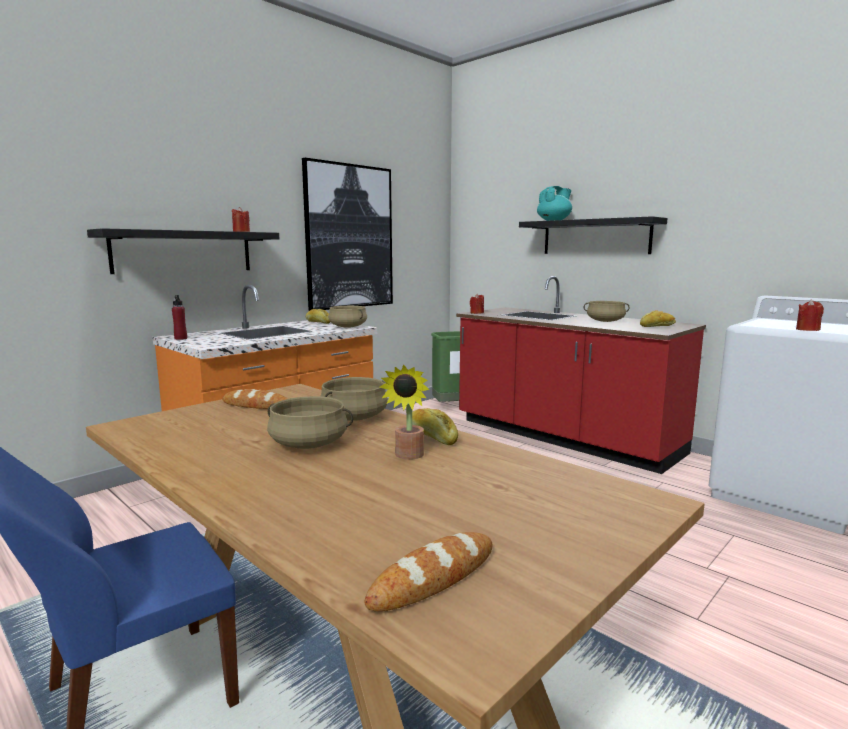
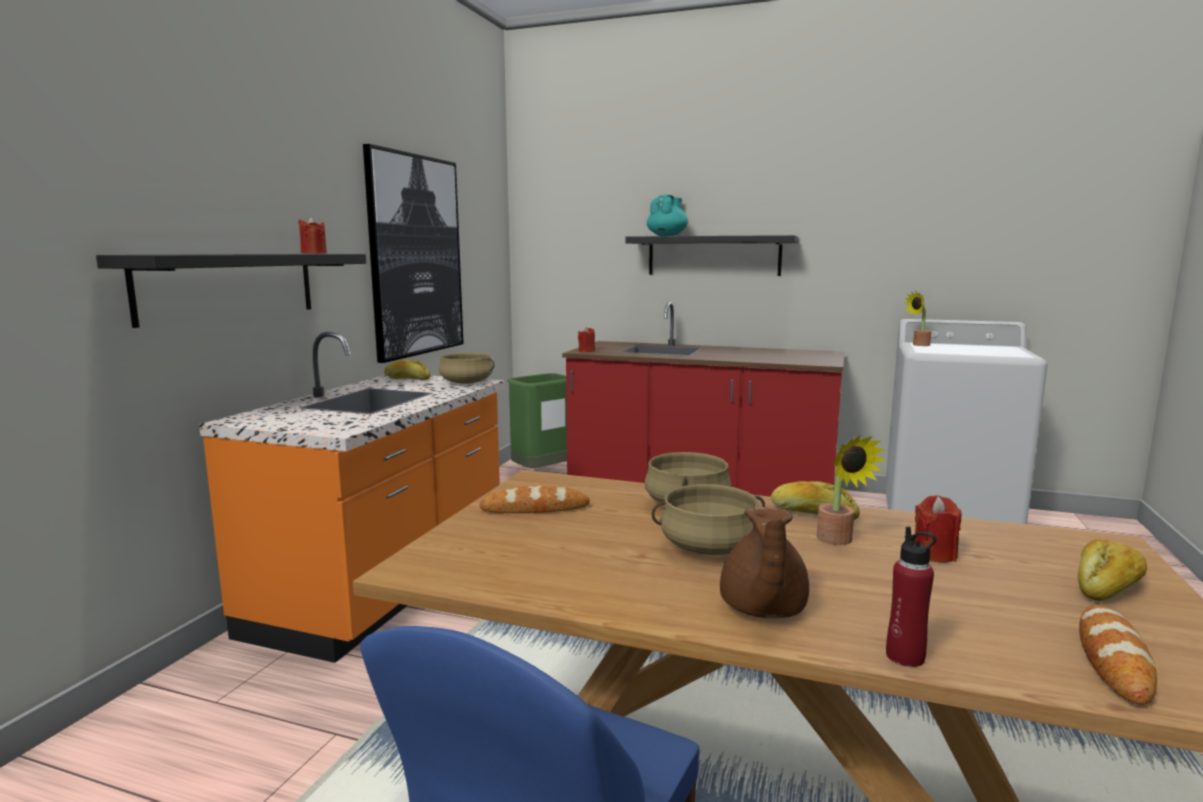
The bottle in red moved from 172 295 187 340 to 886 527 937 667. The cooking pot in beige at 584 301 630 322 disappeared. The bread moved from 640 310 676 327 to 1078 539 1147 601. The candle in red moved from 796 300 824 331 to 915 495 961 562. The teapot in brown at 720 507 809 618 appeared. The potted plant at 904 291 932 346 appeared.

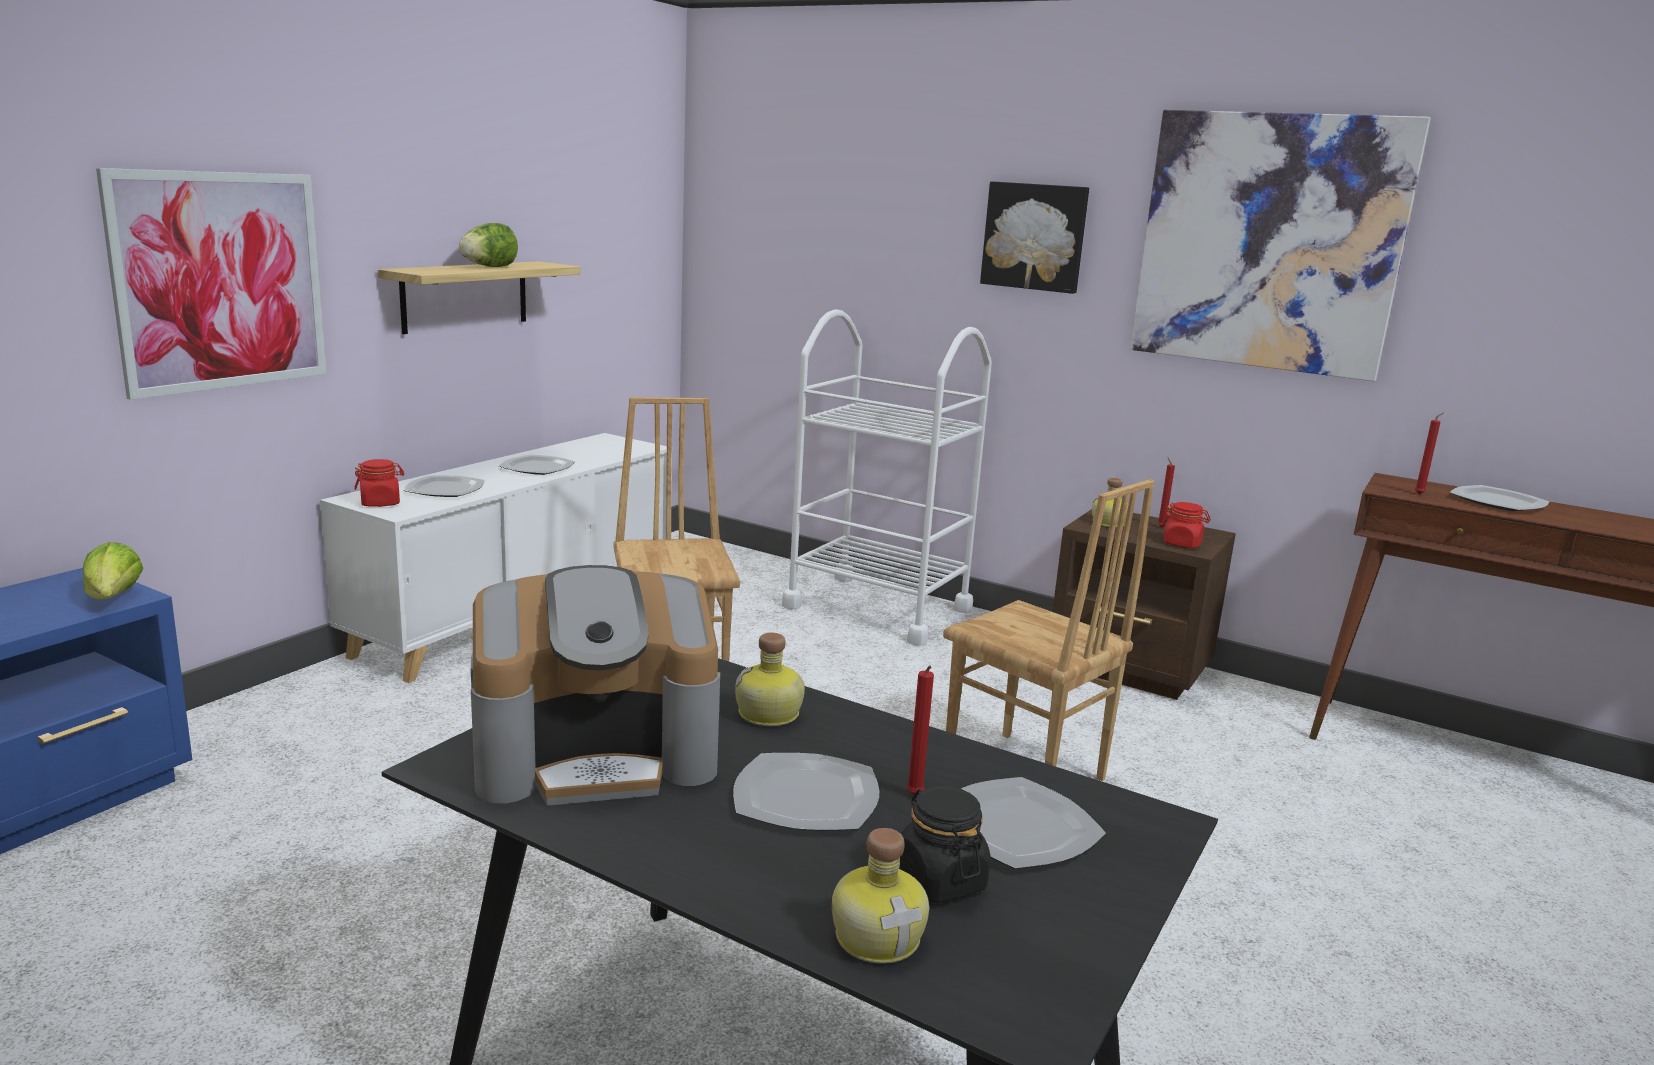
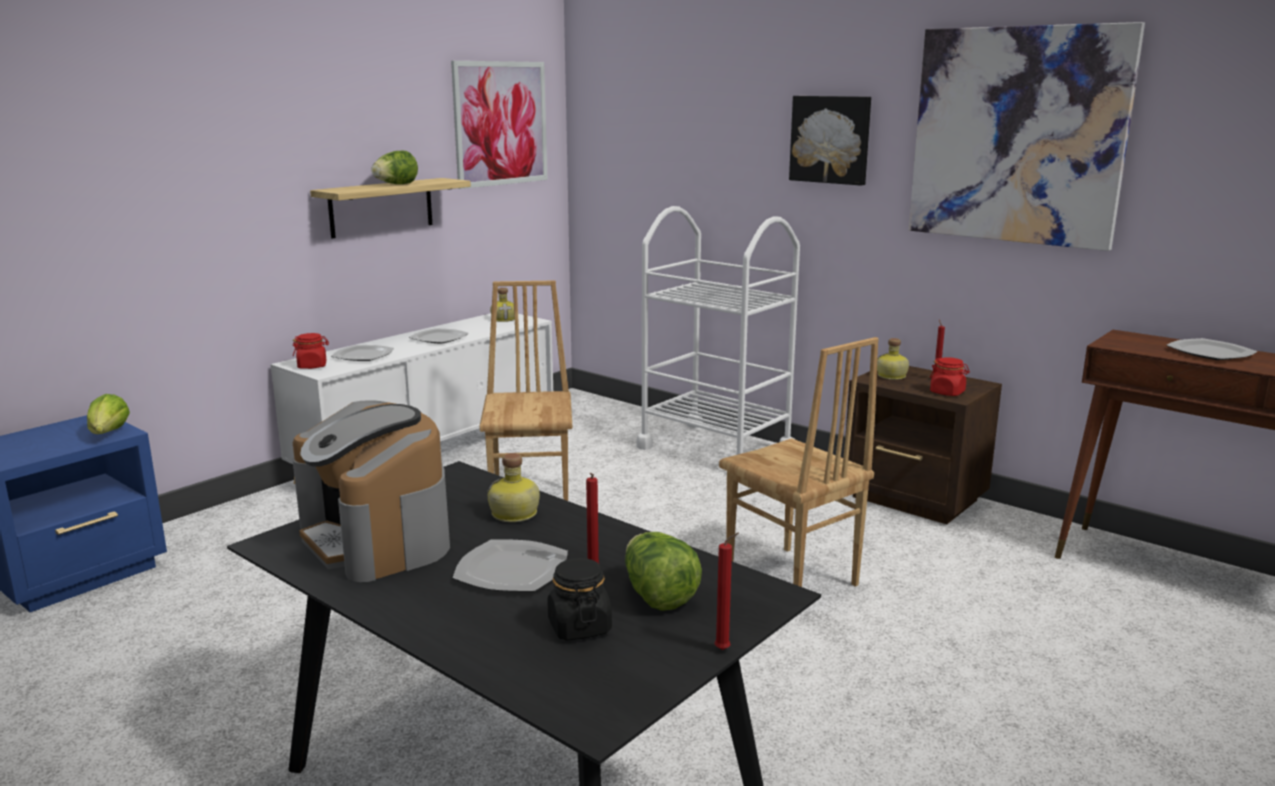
The picture moved from 96 168 326 400 to 451 61 547 189. The coffee machine at 471 565 720 806 turned 60 degrees clockwise. The bottle moved from 832 828 929 964 to 490 288 515 322. The plate at 961 777 1106 869 was replaced by the lettuce at 625 532 702 611. The candle in red moved from 1415 412 1445 494 to 715 532 739 650.

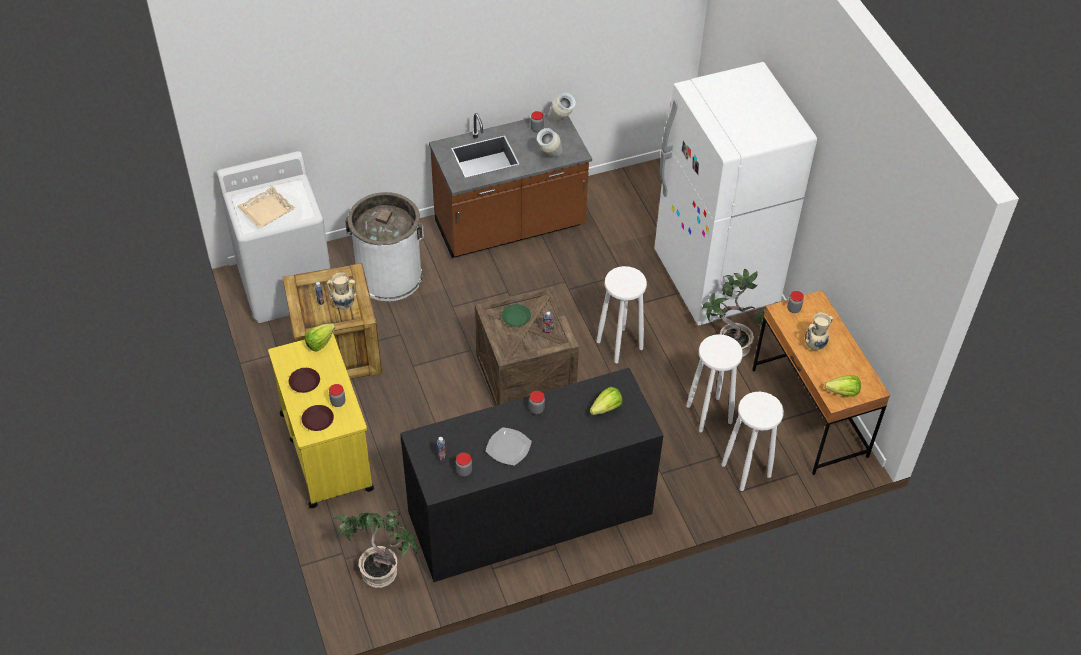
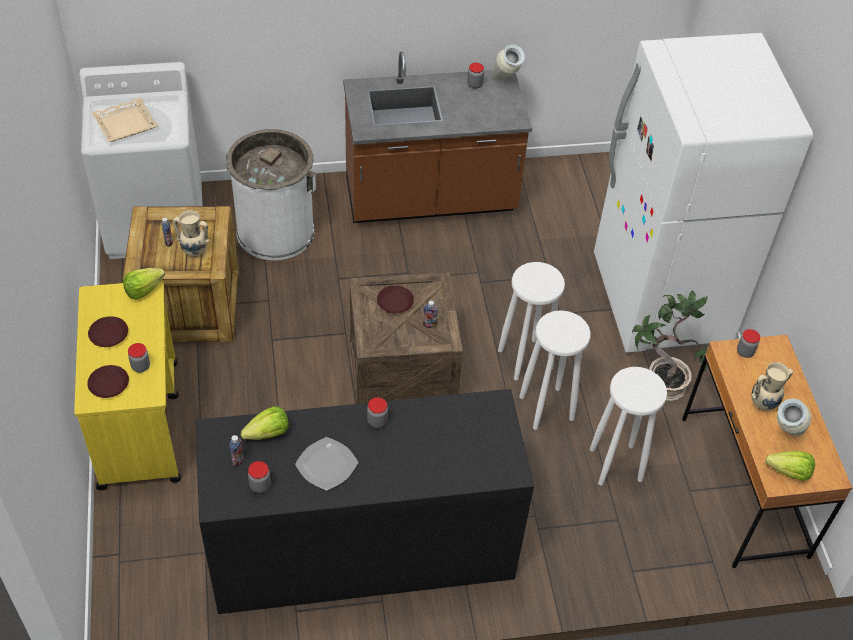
The potted plant at 332 509 418 588 disappeared. The plate in green at 502 304 531 327 became the plate in brown at 377 285 414 314. The vase moved from 537 128 563 157 to 777 398 811 436. The lettuce moved from 590 387 623 415 to 241 406 289 440. The stool in white moved from 721 392 784 491 to 519 310 591 430.

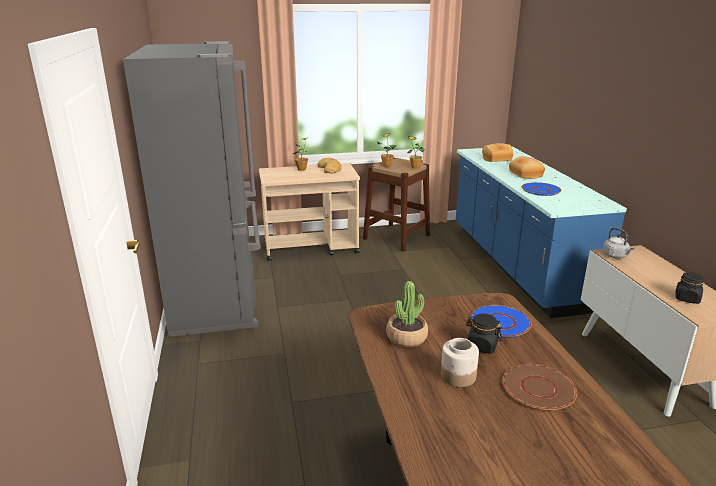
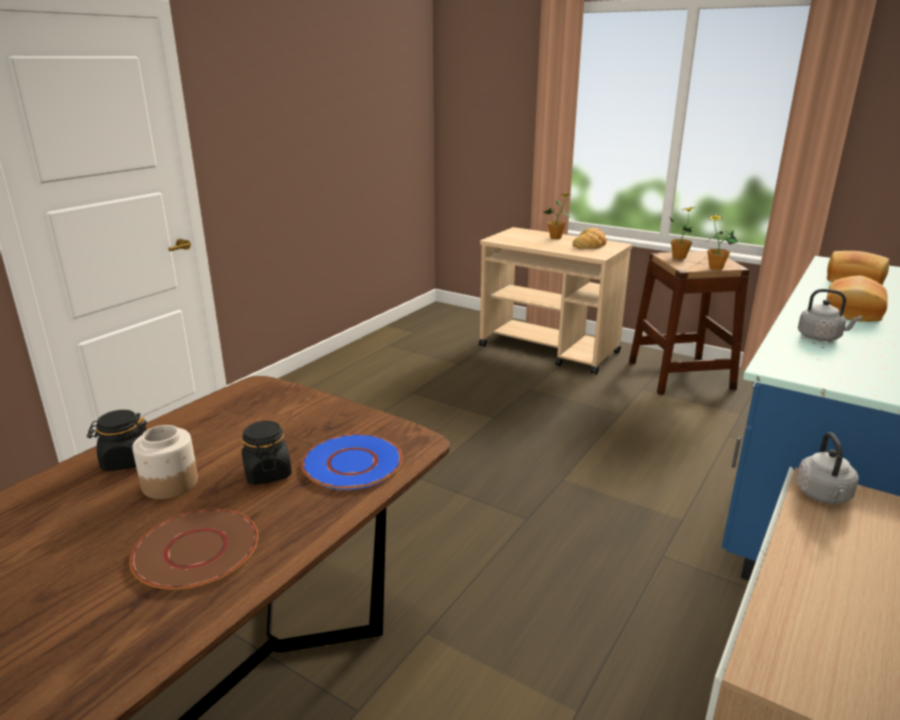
The fridge in grey at 123 41 261 337 disappeared. The potted plant at 386 281 428 347 disappeared. The plate in blue at 522 182 561 196 was replaced by the kettle in grey at 798 289 862 341. The jar in black moved from 675 272 704 304 to 87 410 147 471.

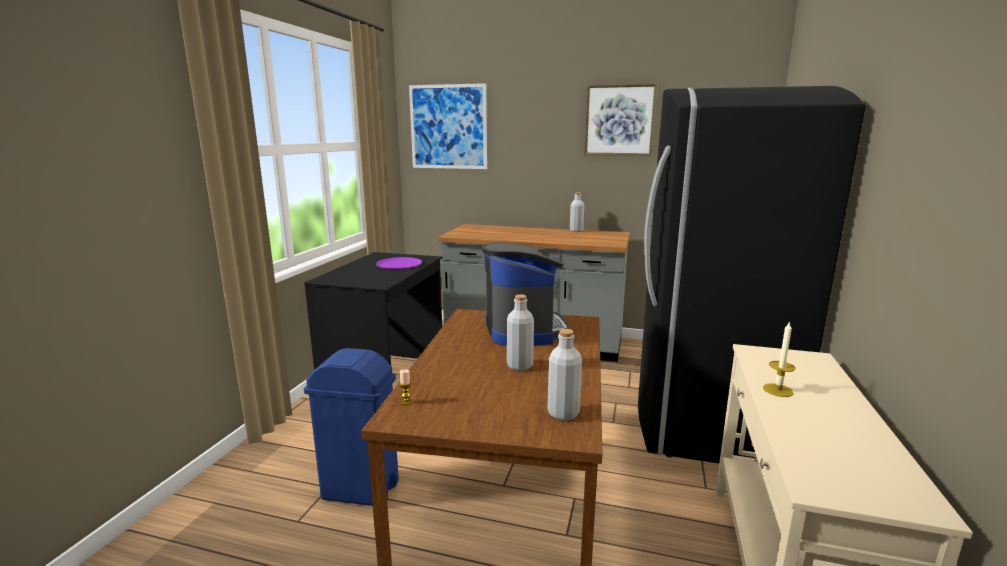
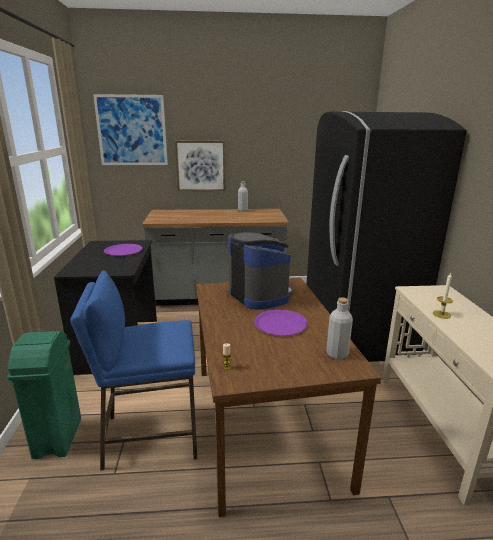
The trash can in blue at 304 348 399 506 was replaced by the stool in blue at 70 271 197 471. The bottle in grey at 507 294 534 371 was replaced by the plate in purple at 254 310 308 336. The picture moved from 584 84 657 156 to 175 141 225 191. The trash can in green at 7 331 81 459 appeared.

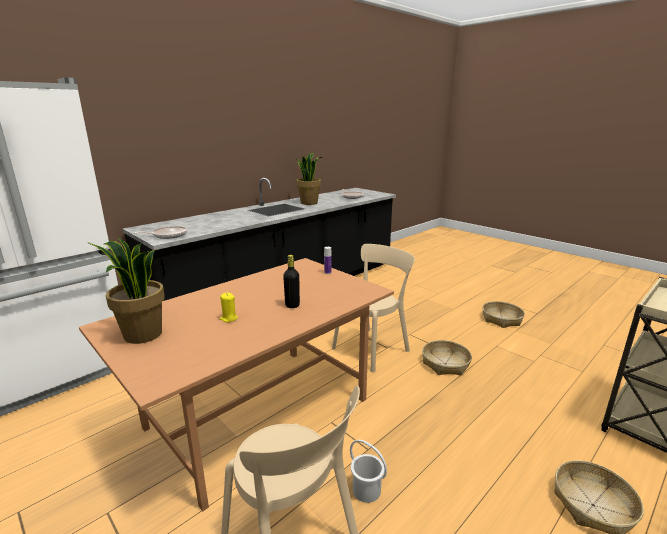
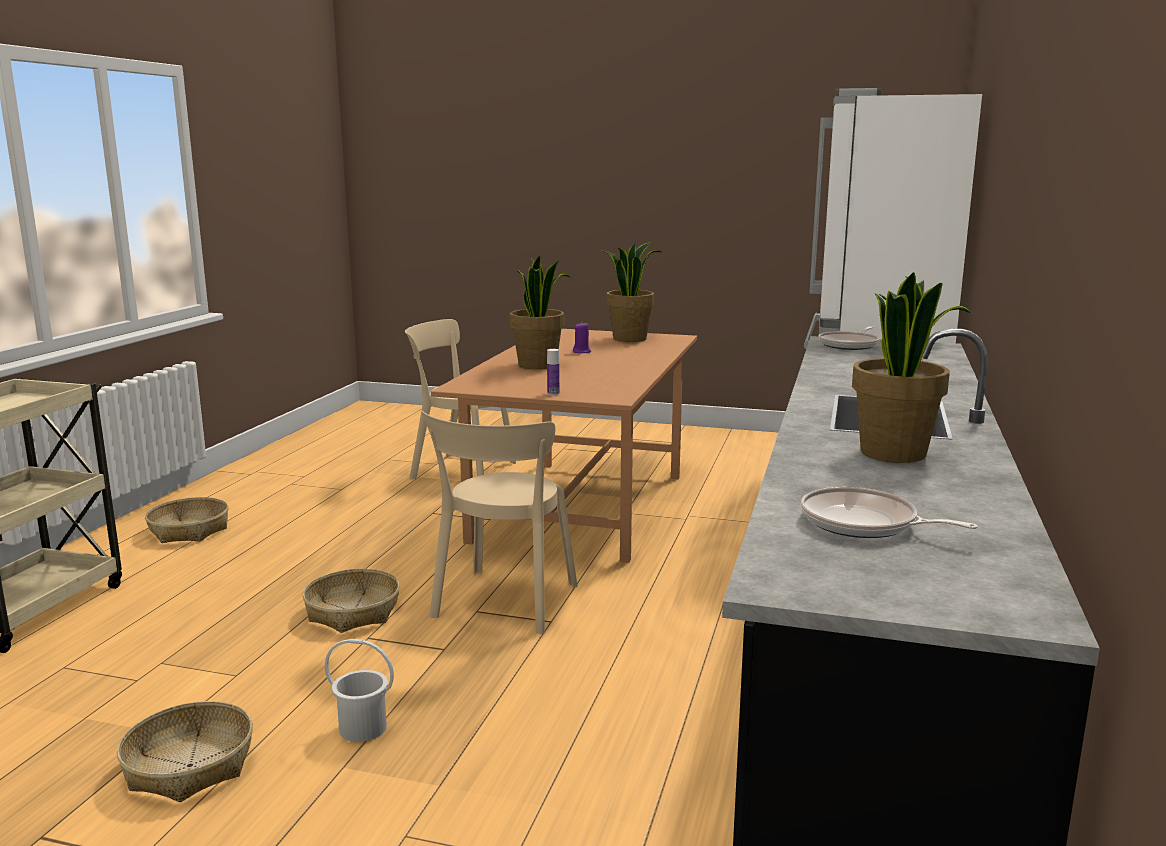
The candle in yellow at 220 292 238 322 became the candle in purple at 573 322 591 353. The bottle in black at 283 255 300 308 was replaced by the potted plant at 509 256 570 369. The bucket in white moved from 350 440 387 503 to 325 639 394 742.

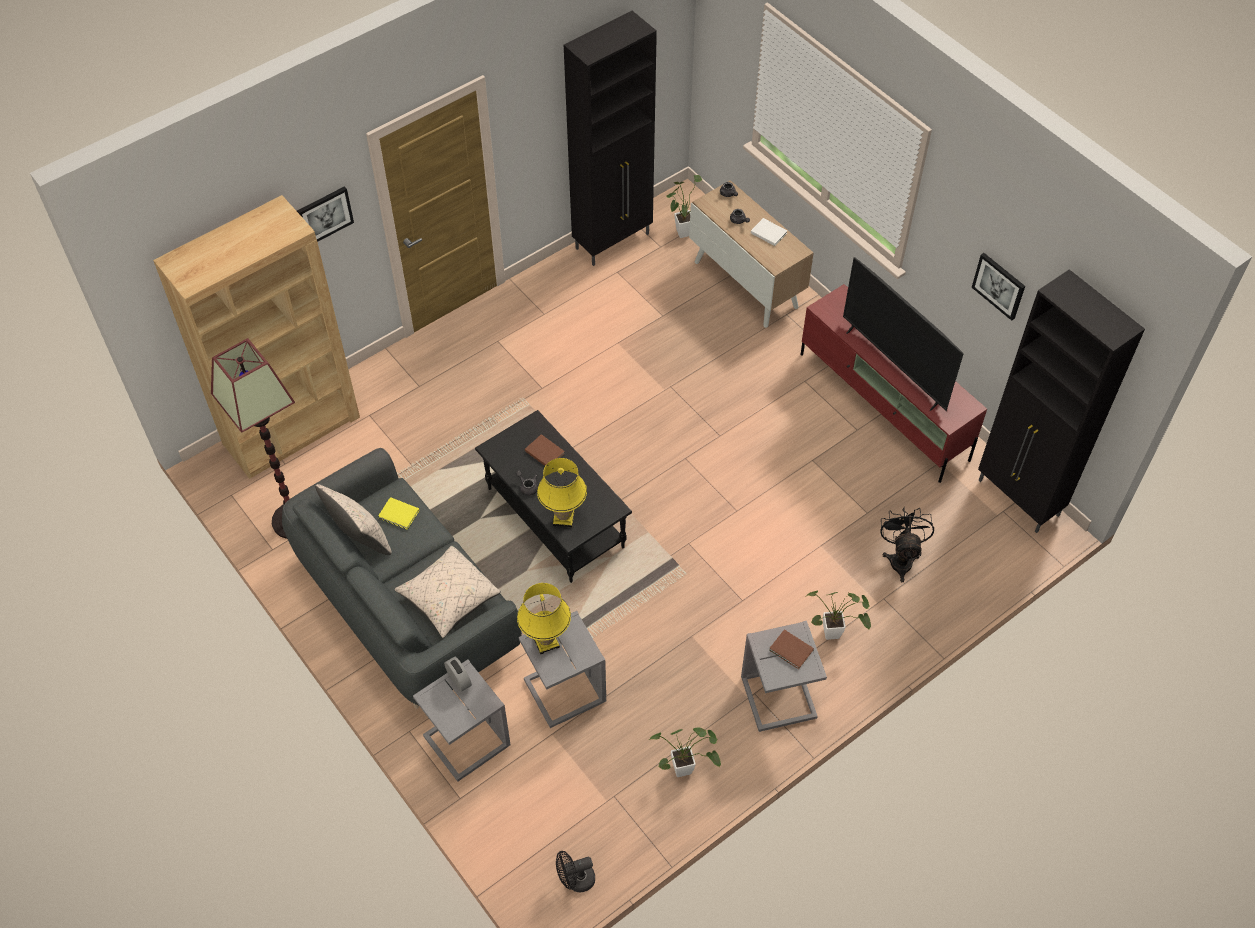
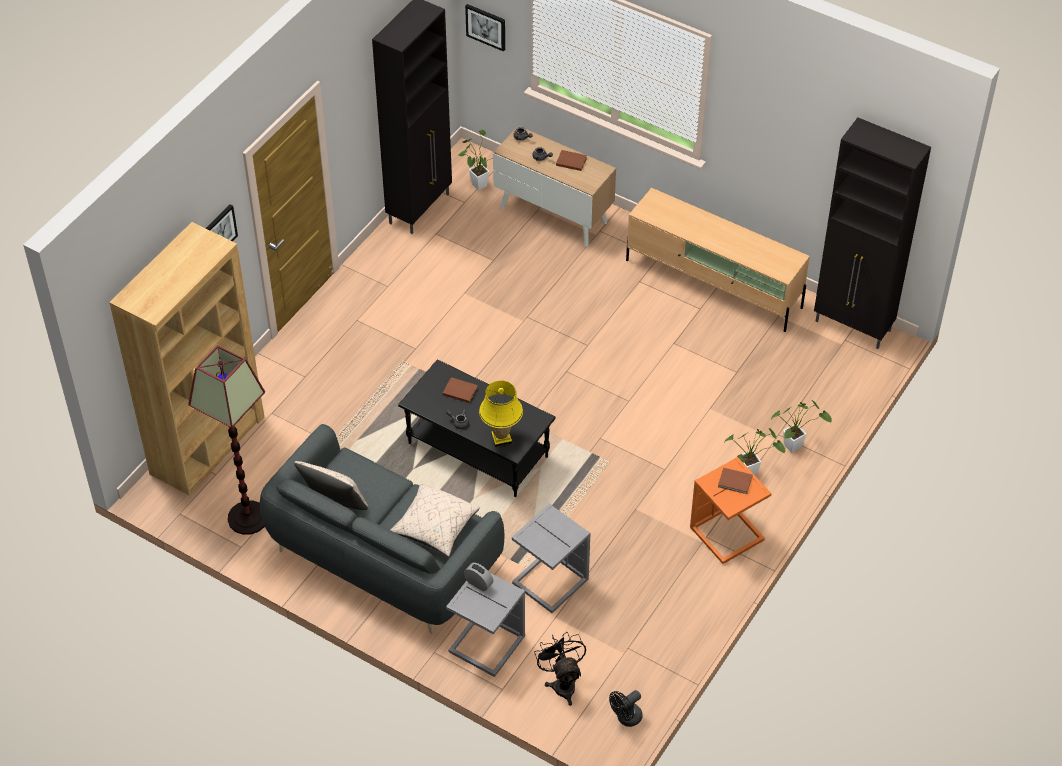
The book in yellow at 378 497 419 530 disappeared. The table lamp in yellow at 517 583 571 655 disappeared. The potted plant moved from 649 728 721 777 to 771 400 832 453. The side table in grey at 741 621 827 732 became the side table in orange at 690 457 772 564. The book in white at 751 218 787 246 became the book in brown at 556 150 587 171. The tv stand in red at 800 284 987 483 became the tv stand in beige at 626 188 810 332. The television at 843 257 964 412 disappeared. The fan in black moved from 880 507 934 582 to 534 632 586 706. The picture moved from 972 253 1025 321 to 465 4 505 52.

